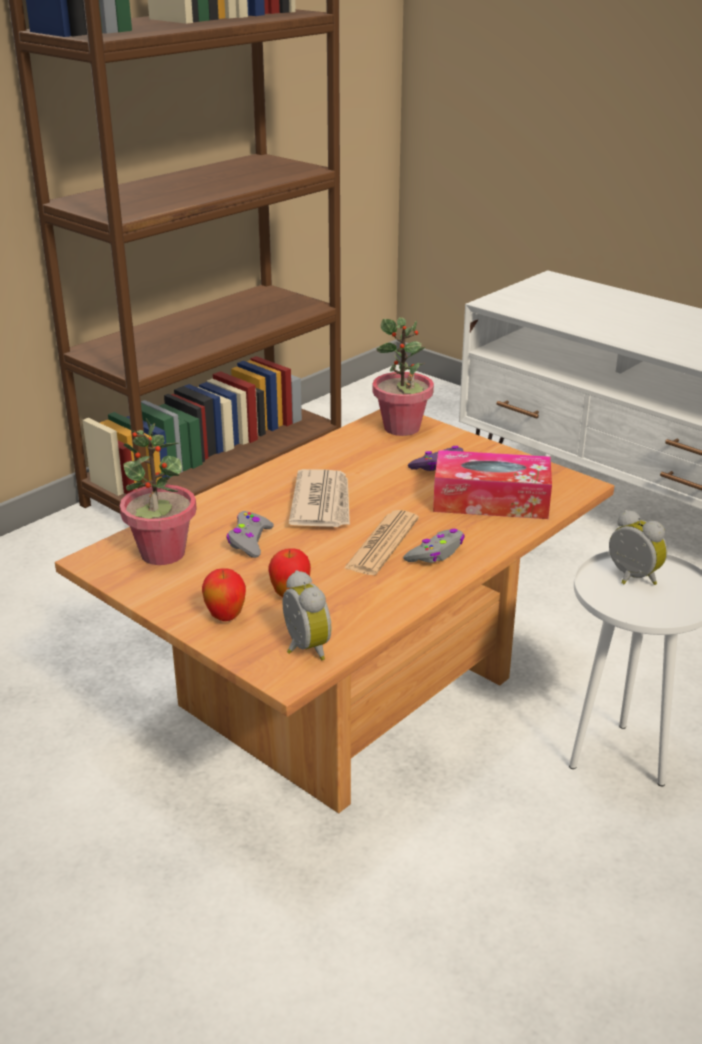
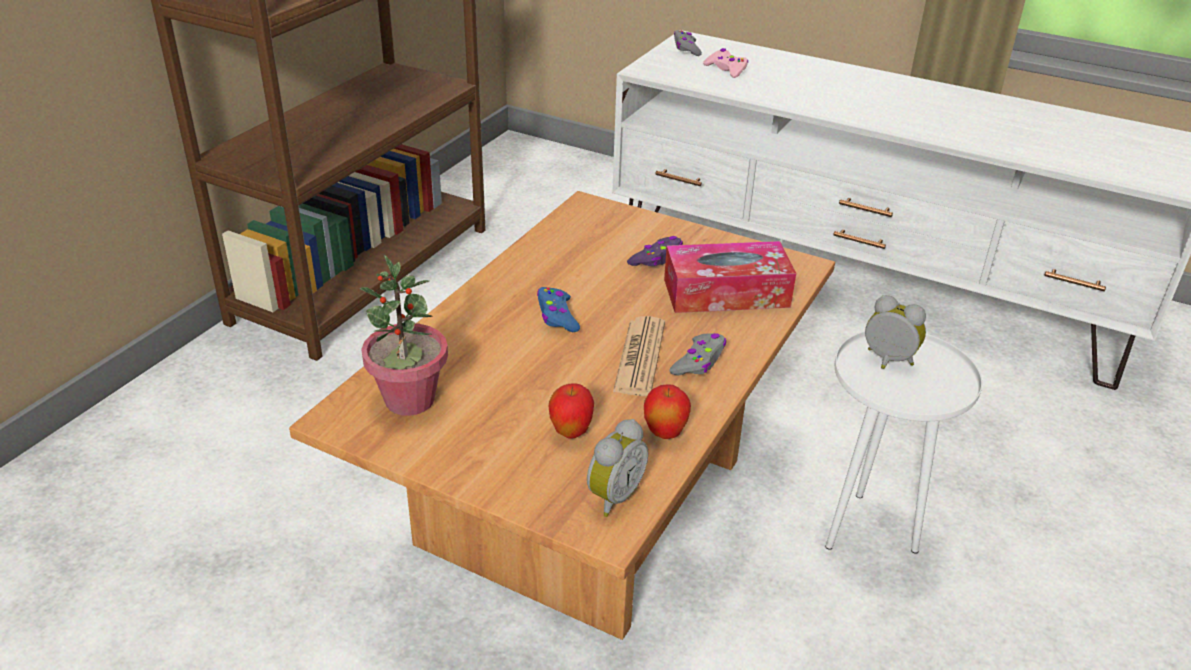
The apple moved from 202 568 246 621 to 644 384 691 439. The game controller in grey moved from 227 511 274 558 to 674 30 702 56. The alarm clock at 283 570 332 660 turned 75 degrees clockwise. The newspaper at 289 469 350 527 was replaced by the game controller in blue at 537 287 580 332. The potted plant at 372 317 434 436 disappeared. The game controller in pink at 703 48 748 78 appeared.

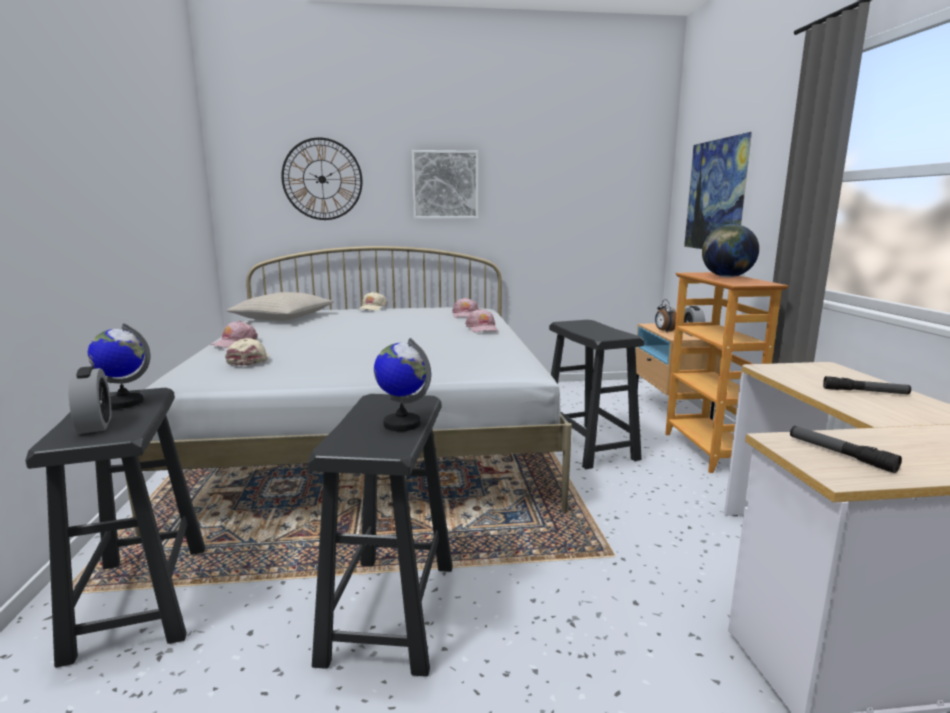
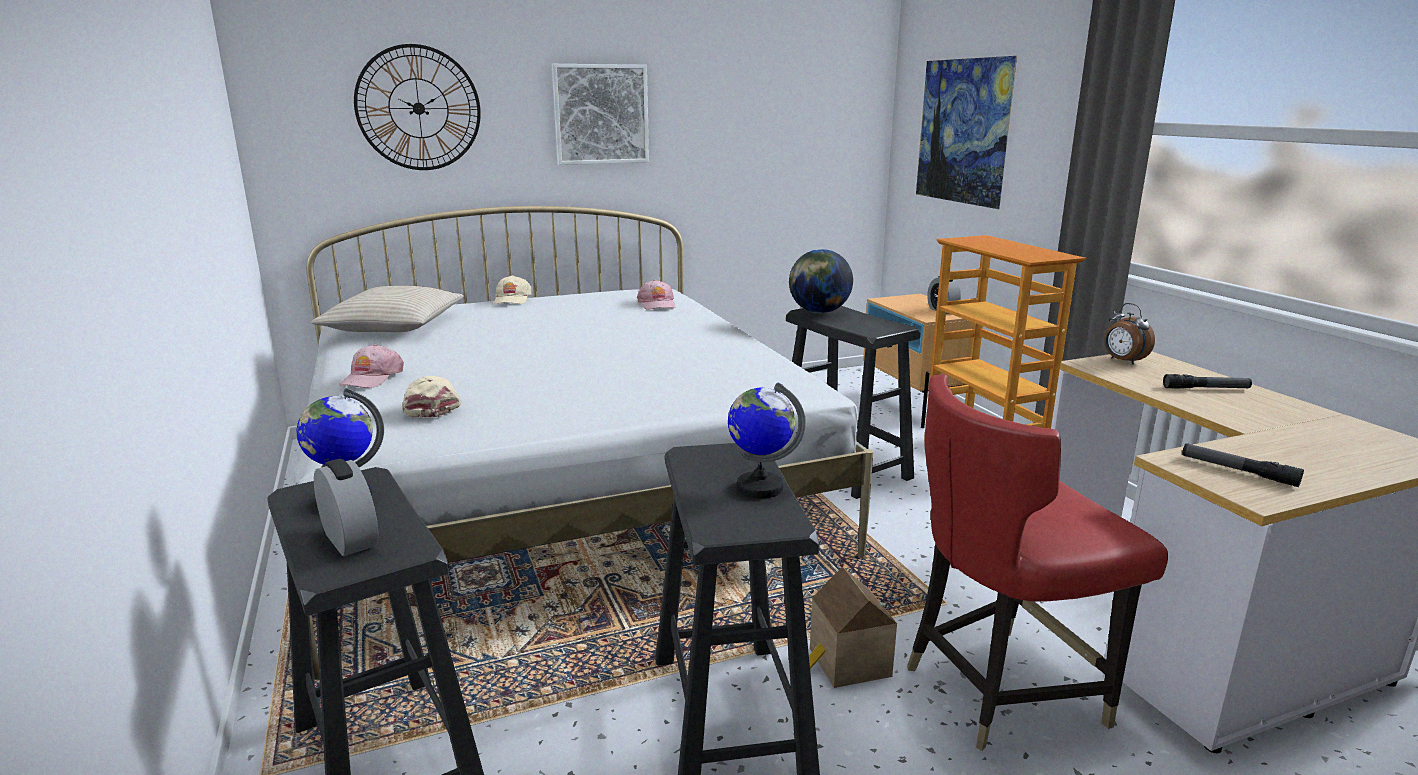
The cap in pink at 465 309 498 332 disappeared. The alarm clock moved from 655 300 676 332 to 1104 303 1155 365. The globe moved from 702 224 759 277 to 789 249 853 313. The toy house at 809 567 897 688 appeared. The chair in red at 907 374 1168 751 appeared.

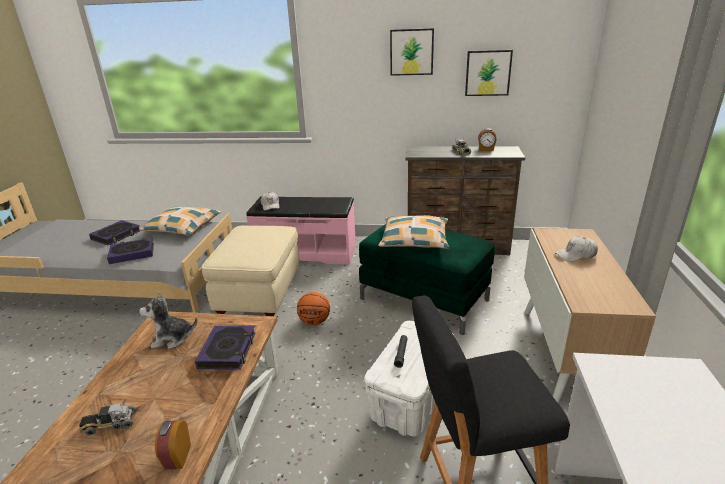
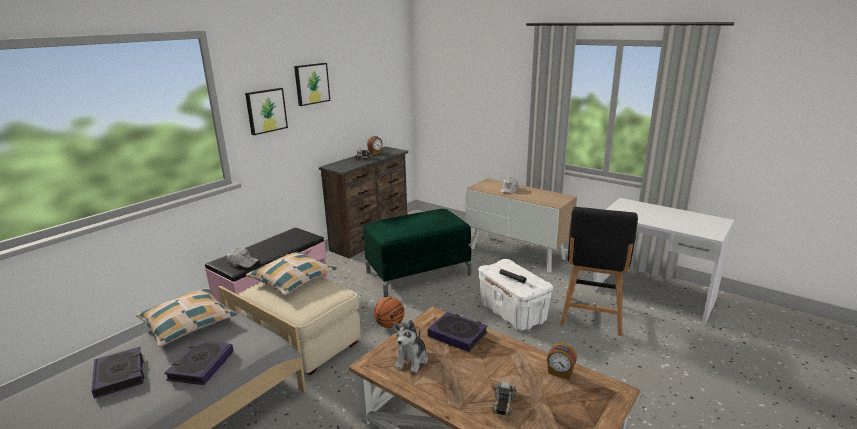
The pillow moved from 379 215 450 249 to 246 252 337 295. The picture moved from 465 50 513 96 to 245 88 288 135.

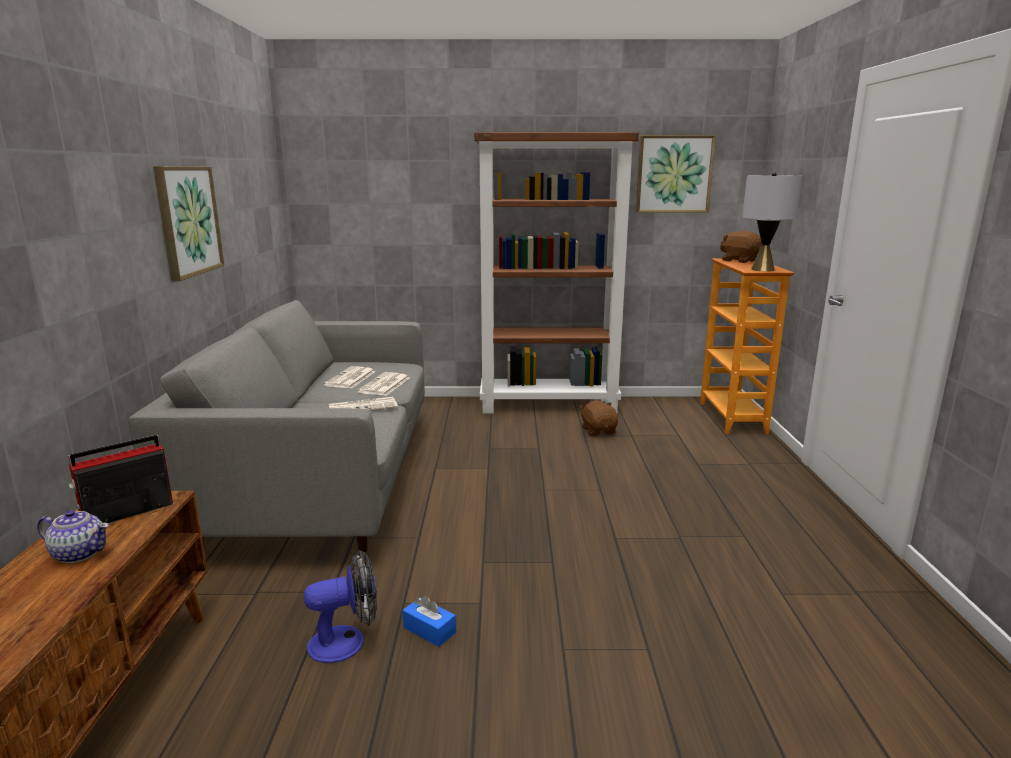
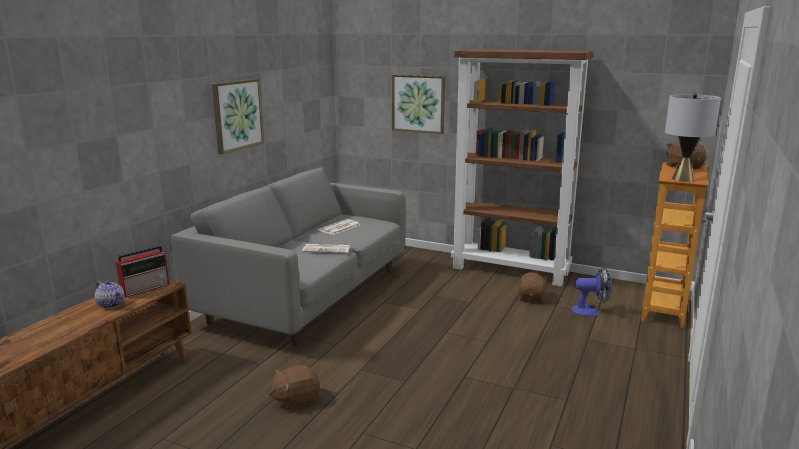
The radio at 68 435 173 523 turned 150 degrees clockwise. The fan moved from 304 550 377 663 to 571 267 611 316. The newspaper at 357 372 409 396 disappeared. The tissue box in blue at 402 596 456 647 was replaced by the plush toy in brown at 268 365 319 411. The picture moved from 636 135 716 213 to 392 75 445 134.

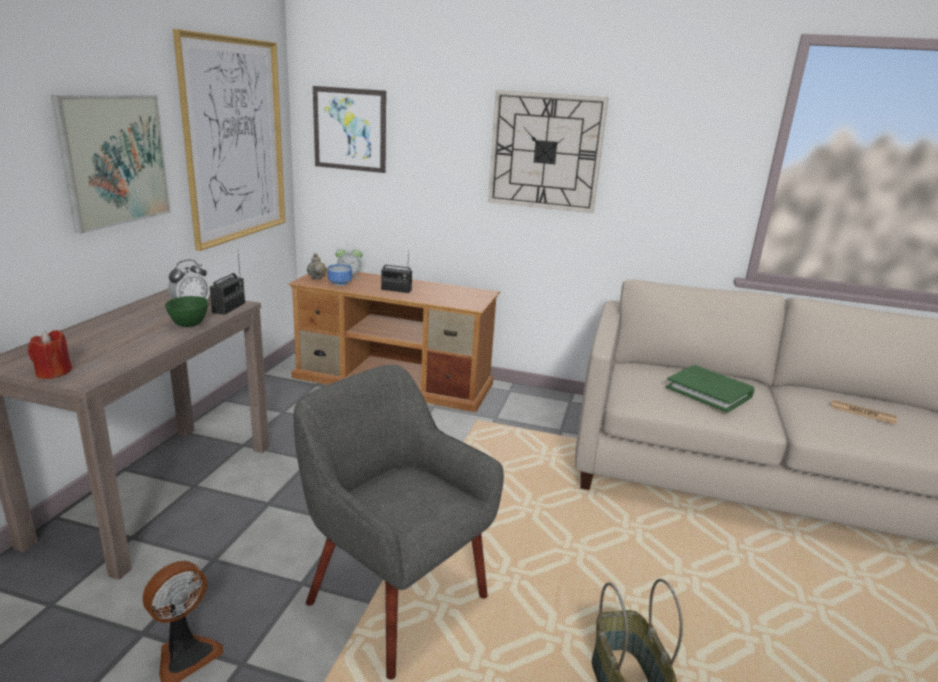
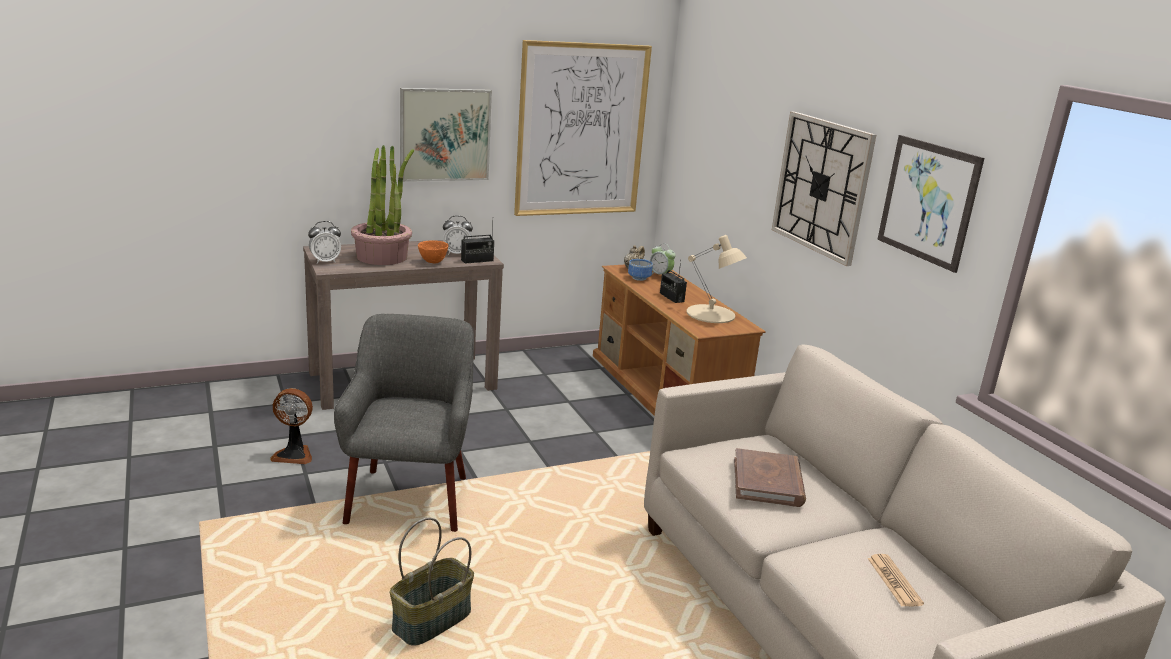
The candle in red at 28 330 72 379 was replaced by the alarm clock at 308 221 341 264. The bowl in green at 165 296 208 327 became the bowl in orange at 418 240 448 263. The picture moved from 313 86 386 173 to 877 135 984 273. The book in green at 666 365 754 413 became the book in brown at 734 448 806 507. The potted plant at 351 145 414 265 appeared. The table lamp in beige at 686 235 747 323 appeared.

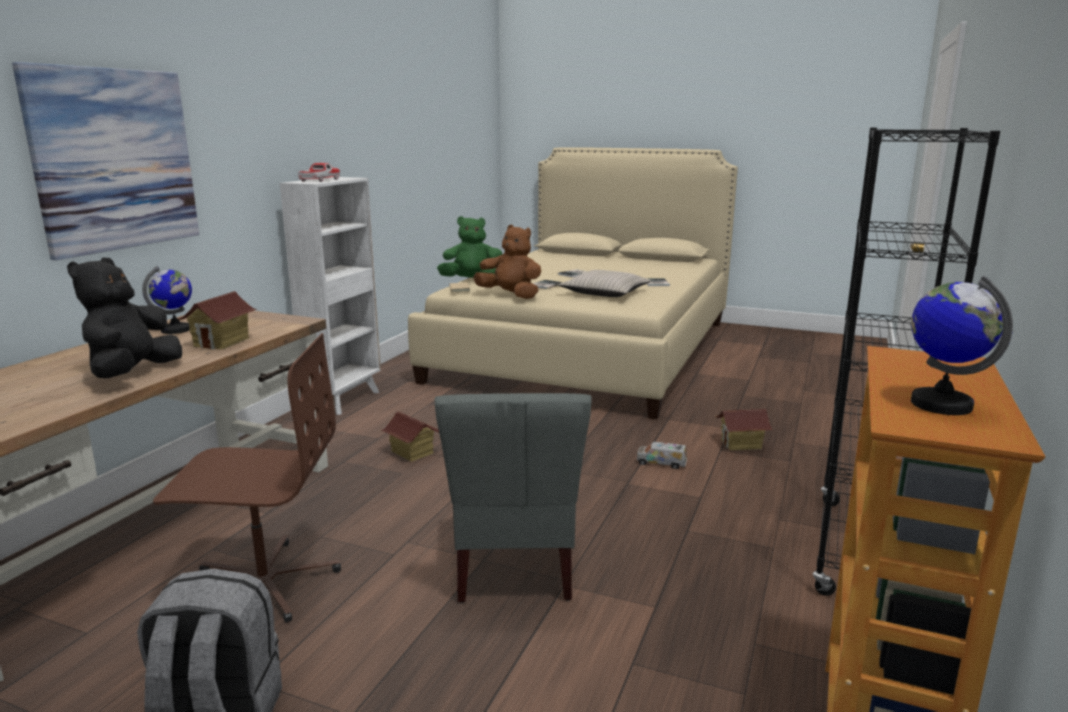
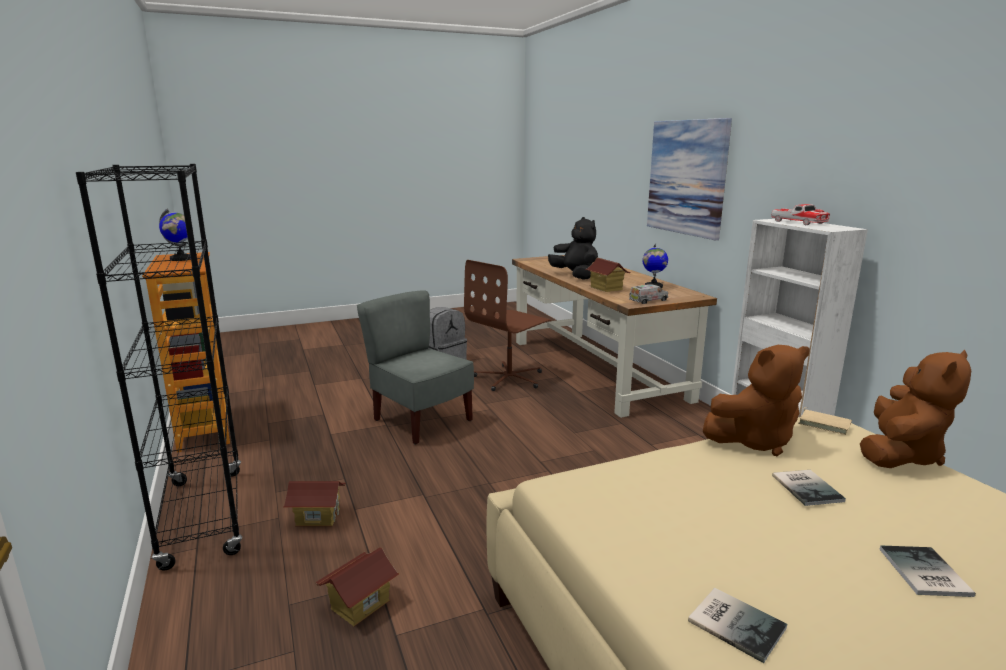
The toy house moved from 382 411 439 462 to 284 481 346 526. The plush toy in green at 437 216 502 278 became the plush toy in brown at 860 350 971 468. The pillow in beige at 558 270 651 297 disappeared. The toy truck moved from 637 442 687 469 to 629 284 668 304.

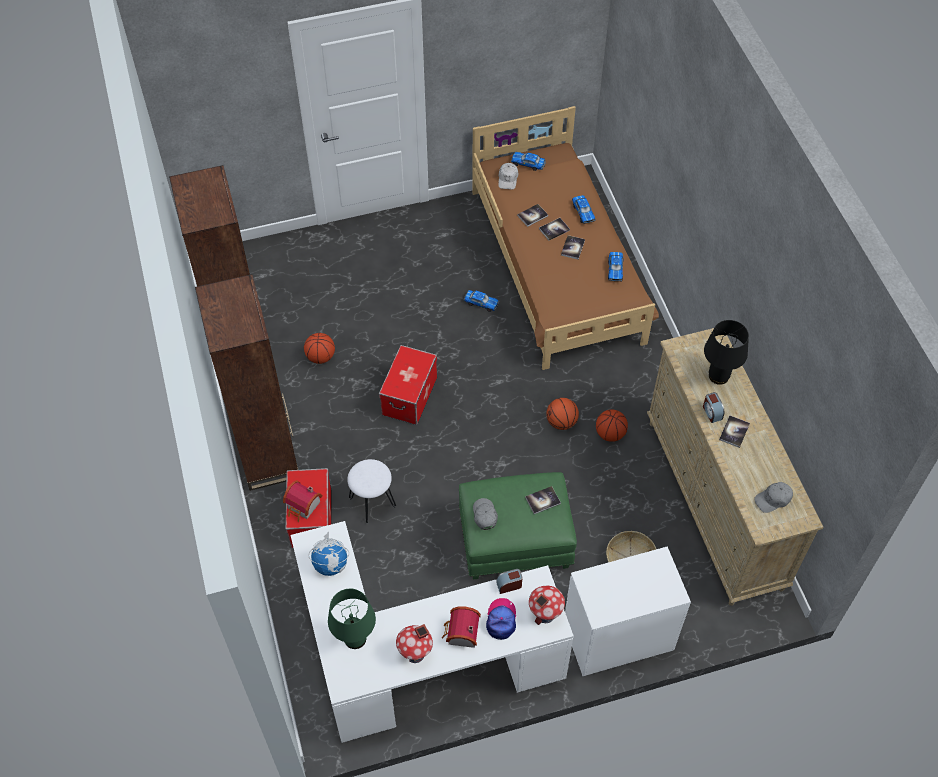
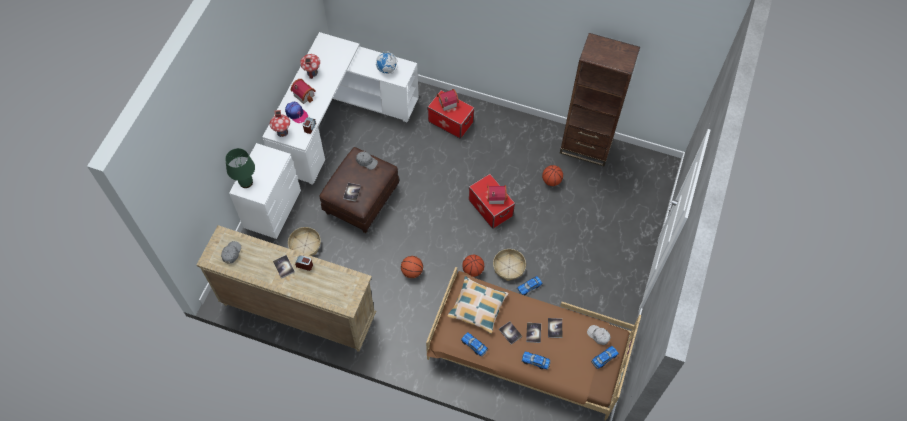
The bookcase in brown at 195 274 298 491 disappeared. The table lamp in green moved from 328 588 376 649 to 225 148 255 188. The stool in white at 347 459 396 524 disappeared. The ottoman in green at 459 472 577 580 became the ottoman in brown at 319 147 399 233. The basketball moved from 596 410 628 442 to 462 255 484 277. The table lamp in black at 704 320 749 385 disappeared. The pillow at 447 276 509 334 appeared. The toy house at 487 185 508 204 appeared. The basket at 493 249 526 281 appeared.

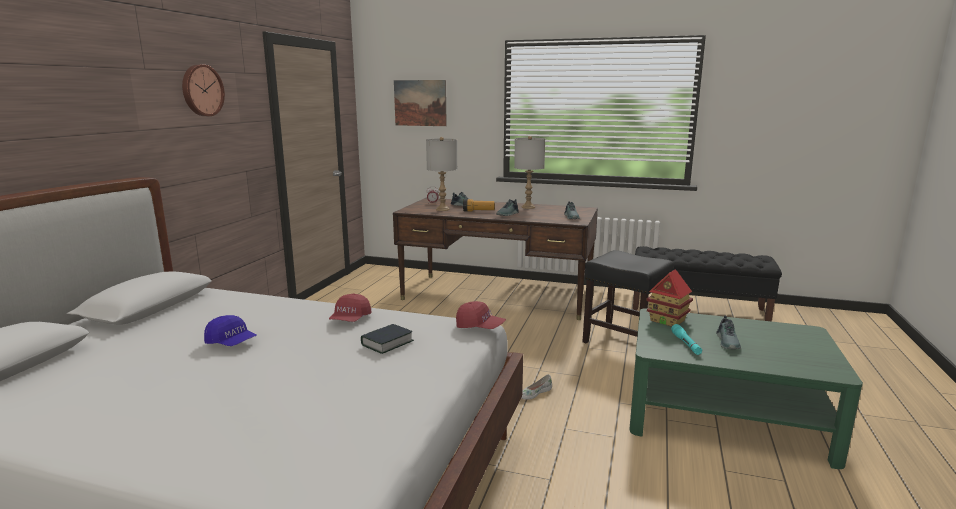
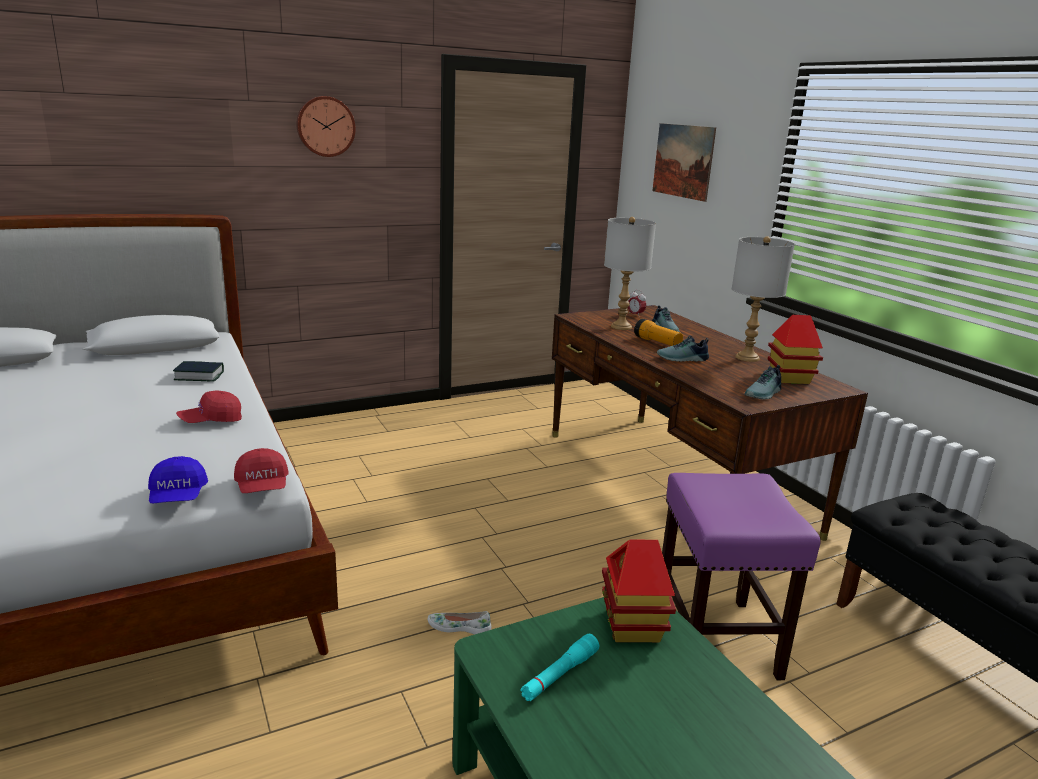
The cap in blue moved from 204 315 257 346 to 148 456 208 503. The book moved from 361 324 414 354 to 173 361 224 382. The stool in black at 582 250 674 344 became the stool in purple at 662 473 821 680. The shoe at 716 316 741 349 disappeared. The toy house at 768 315 823 384 appeared.

